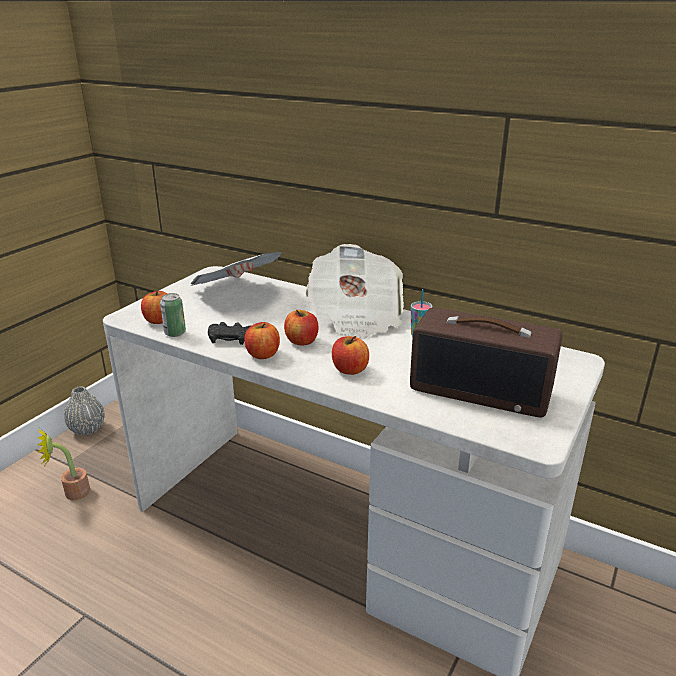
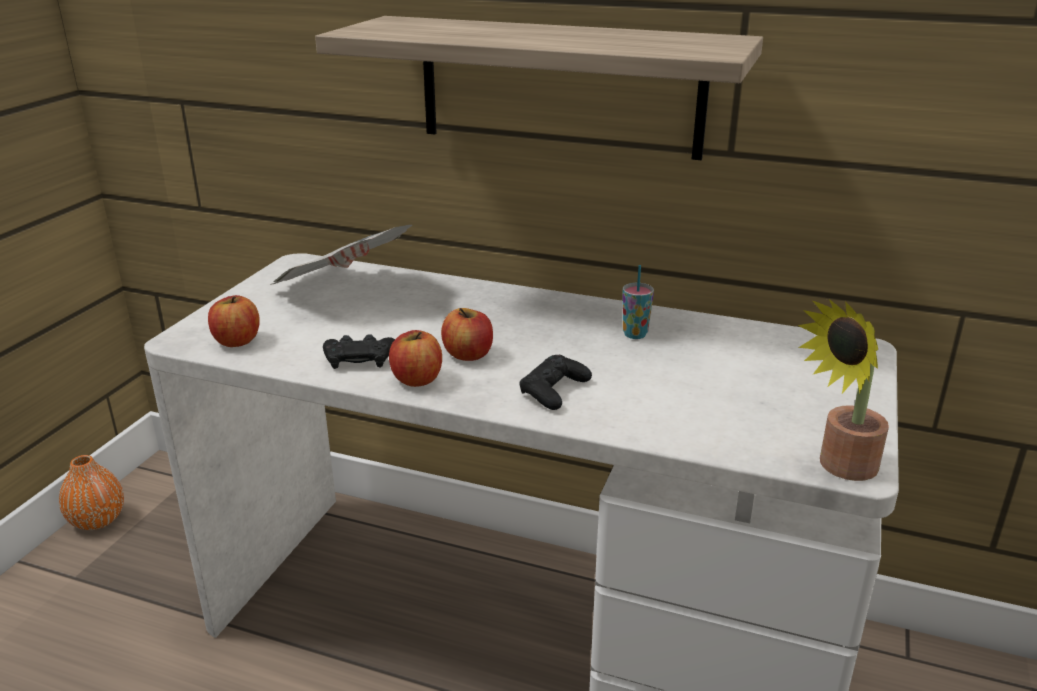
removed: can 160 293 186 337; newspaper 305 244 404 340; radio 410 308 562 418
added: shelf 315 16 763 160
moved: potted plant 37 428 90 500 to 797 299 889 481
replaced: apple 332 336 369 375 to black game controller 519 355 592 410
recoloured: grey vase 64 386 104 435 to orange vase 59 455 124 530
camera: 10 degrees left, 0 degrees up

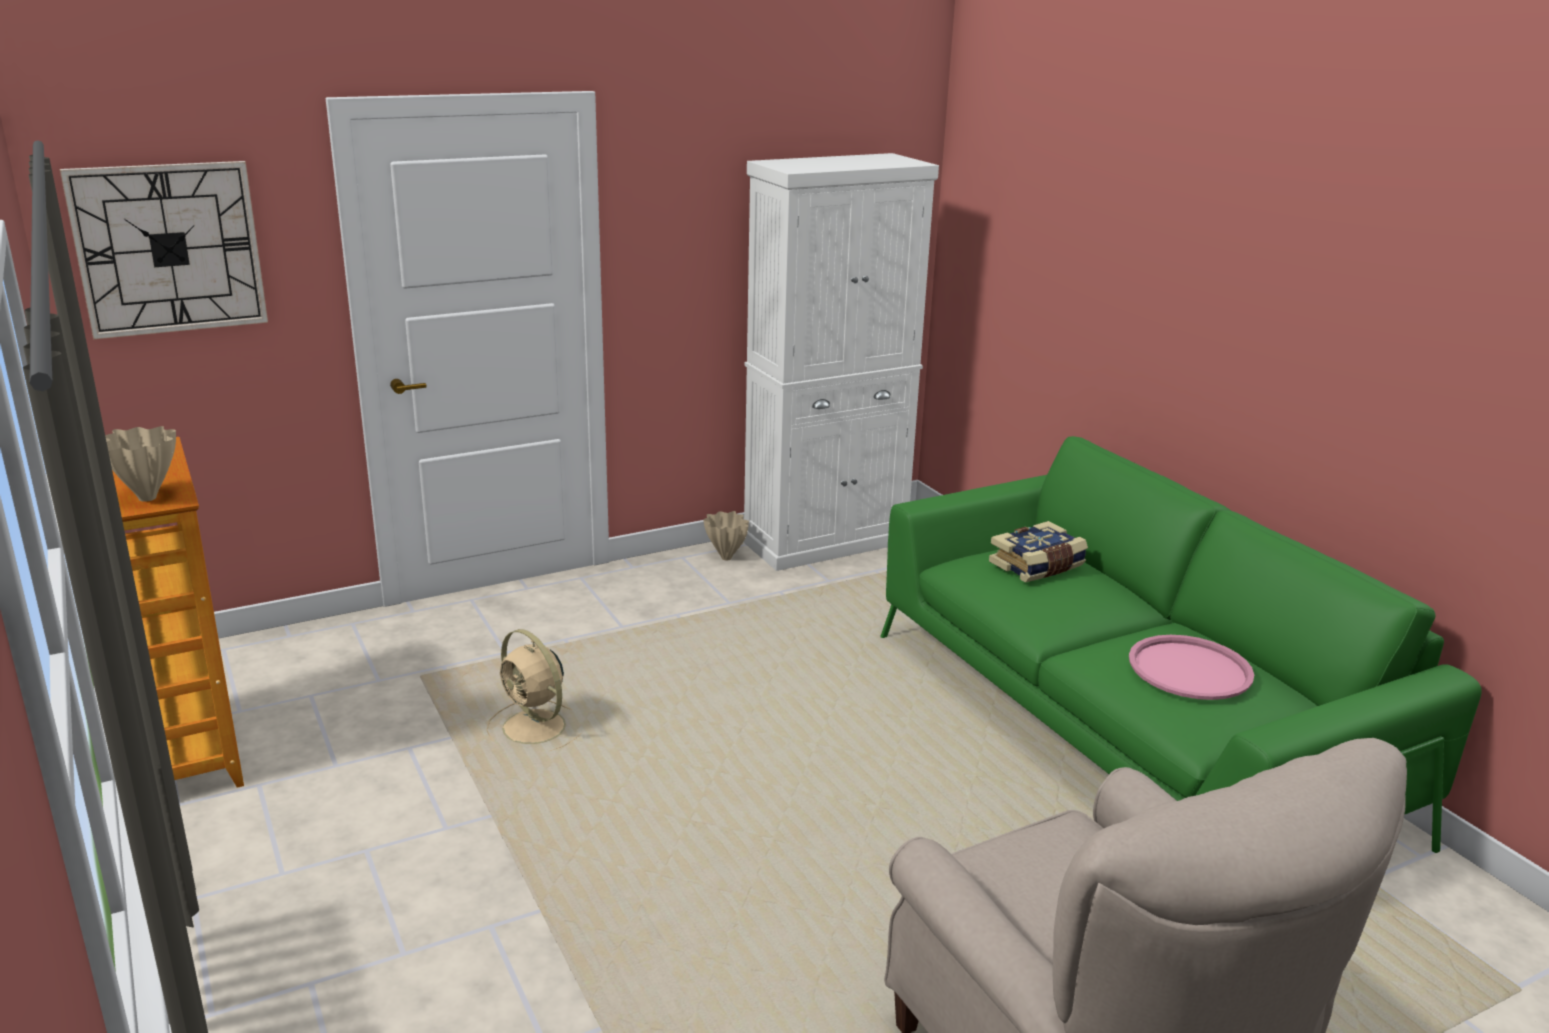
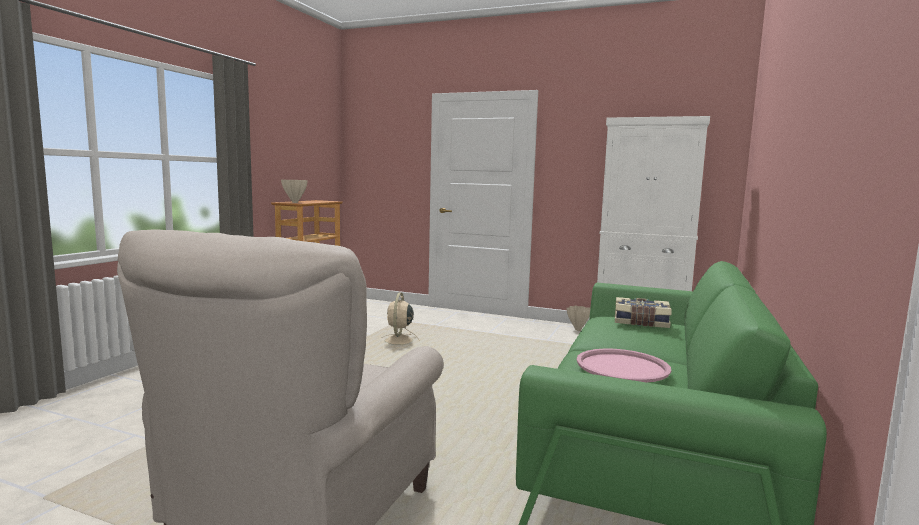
removed: wall clock 60 161 268 339
camera: 50 degrees right, 15 degrees down

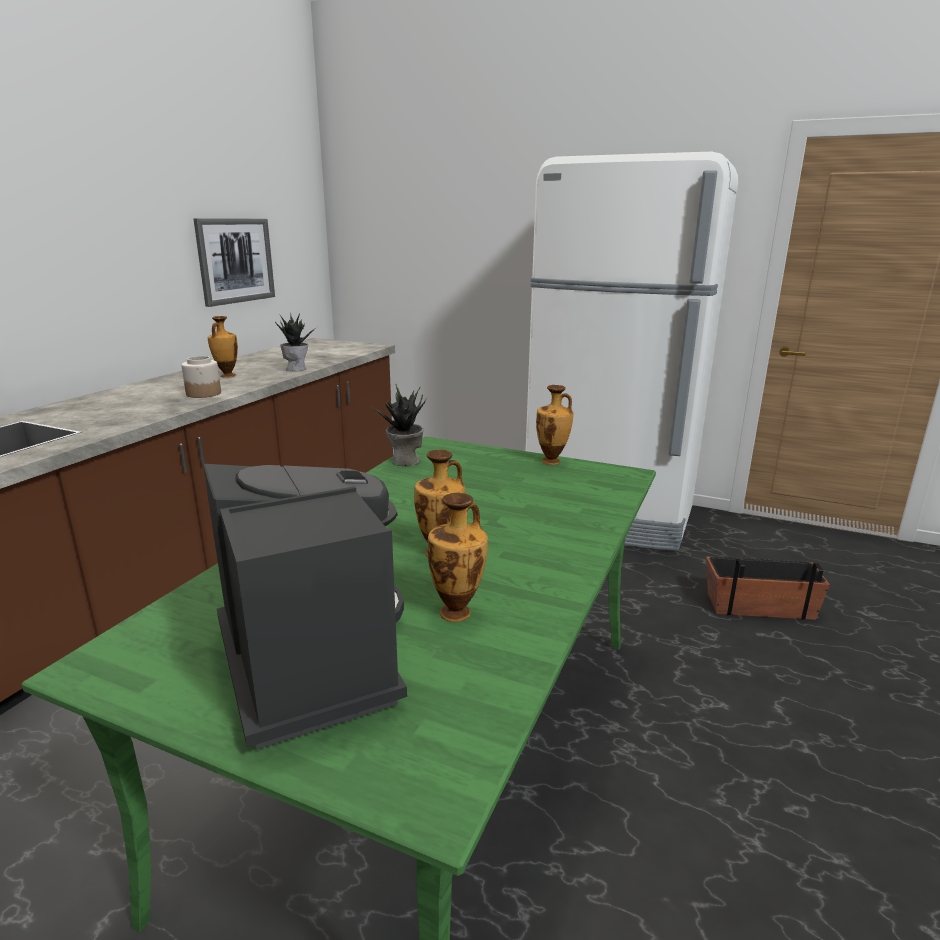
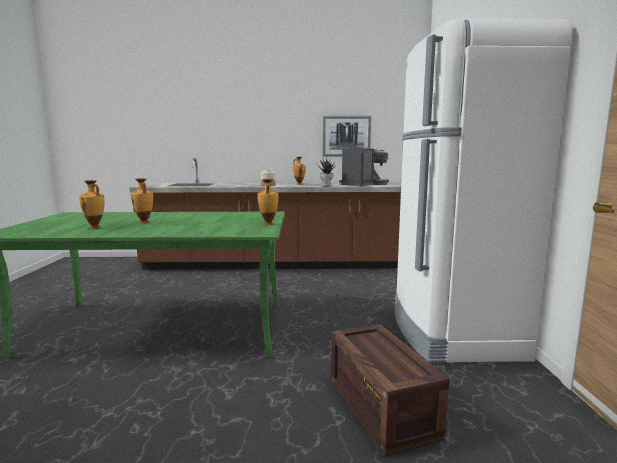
removed: potted plant 370 384 426 466
moved: coffee machine 204 464 407 750 to 339 147 390 186
replaced: planter 706 556 830 620 to crate 331 324 449 456
camera: 65 degrees right, 10 degrees down

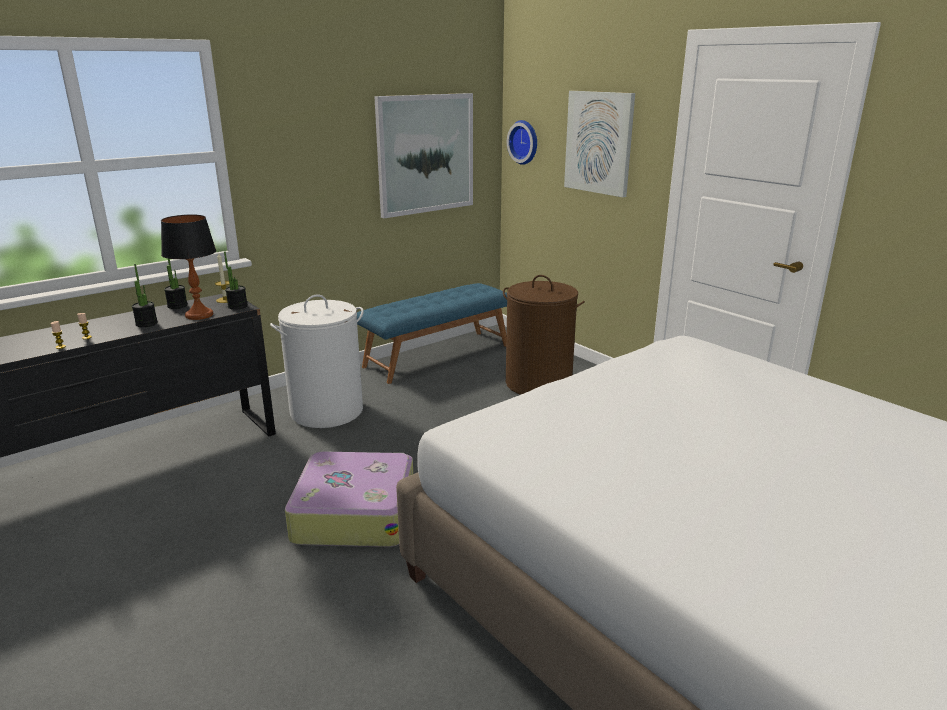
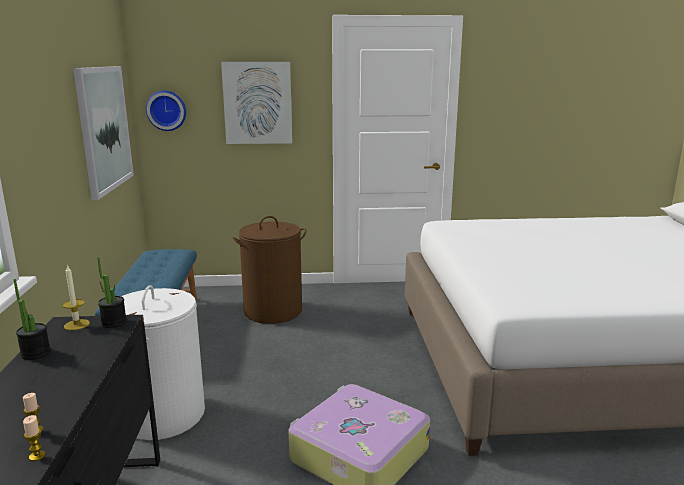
removed: potted plant 132 264 158 327; table lamp 161 214 216 320
camera: 55 degrees left, 5 degrees down

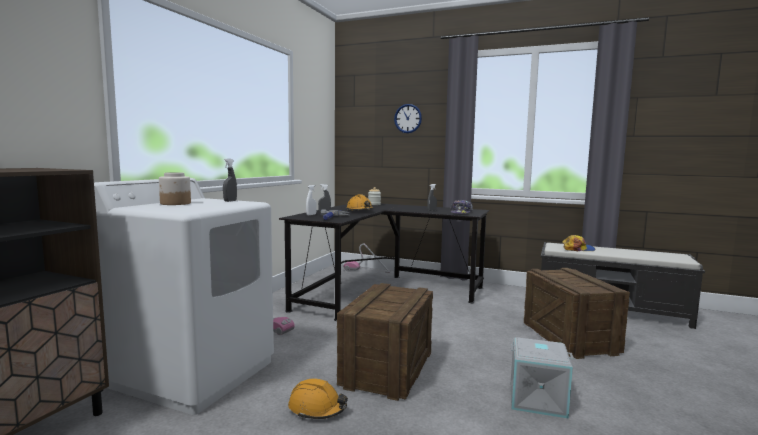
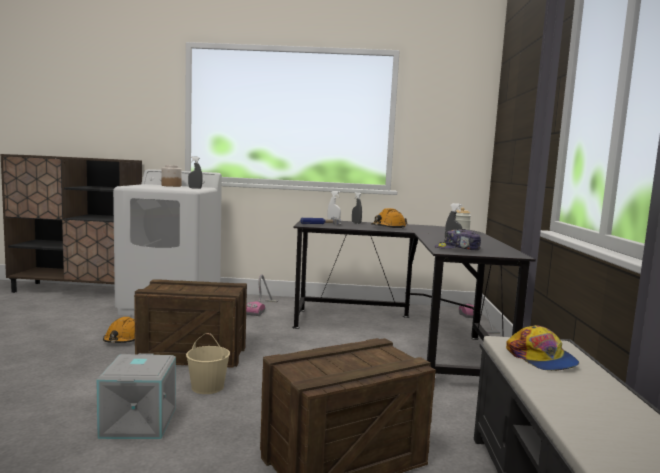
removed: wall clock 394 104 422 133
added: beige bucket 186 333 230 394
camera: 70 degrees right, 0 degrees up

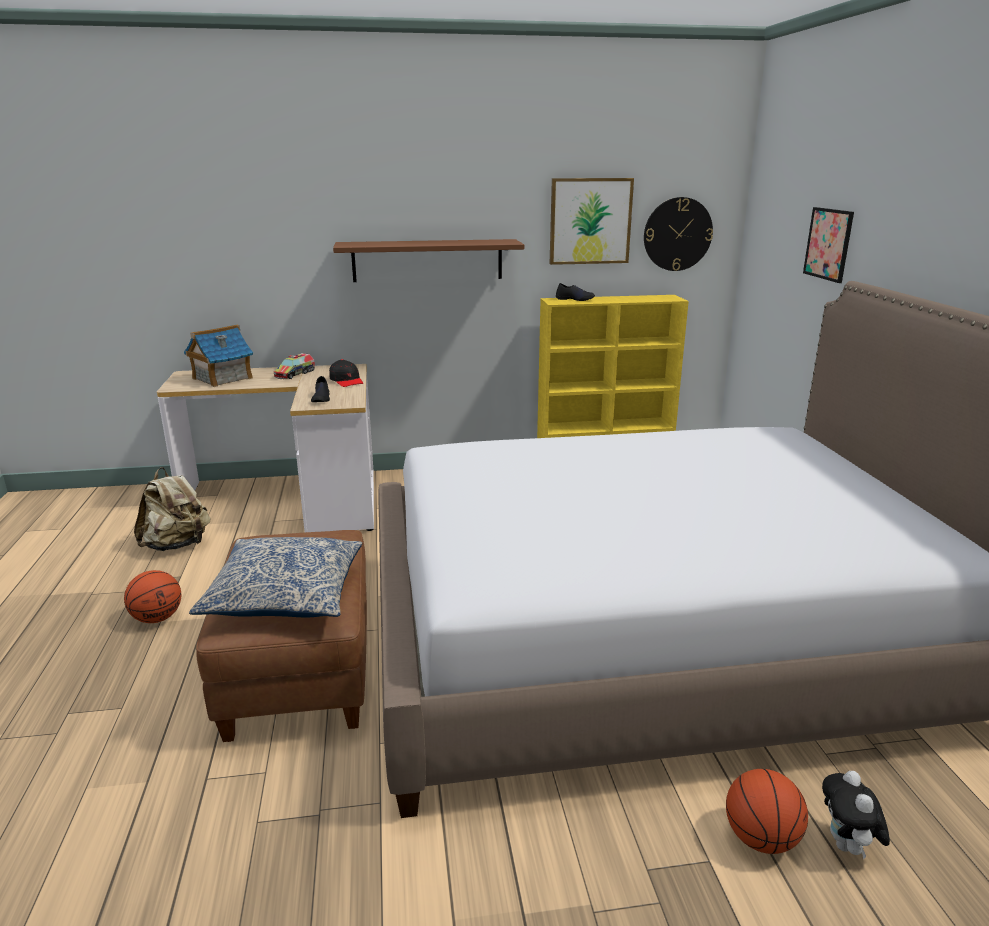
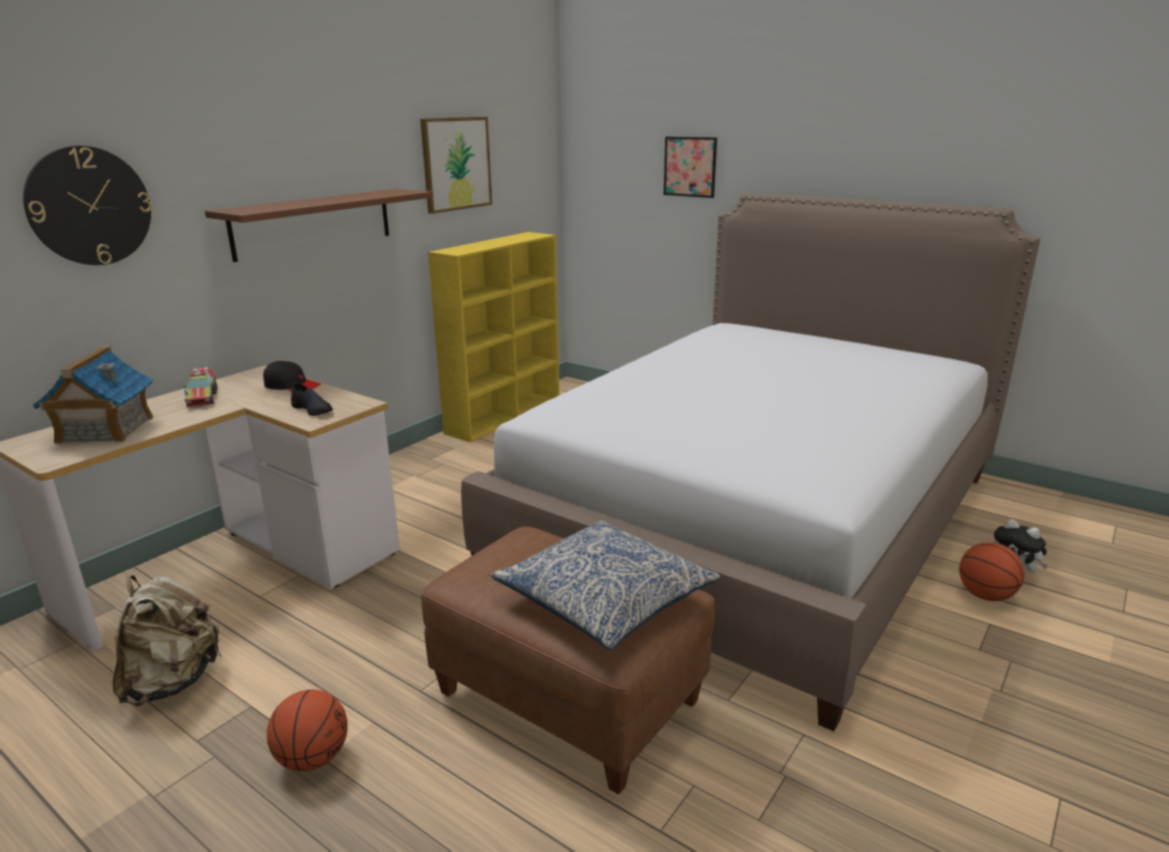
removed: black shoe 556 283 595 301
moved: wall clock 644 197 713 271 to 23 146 152 265
camera: 45 degrees left, 0 degrees up

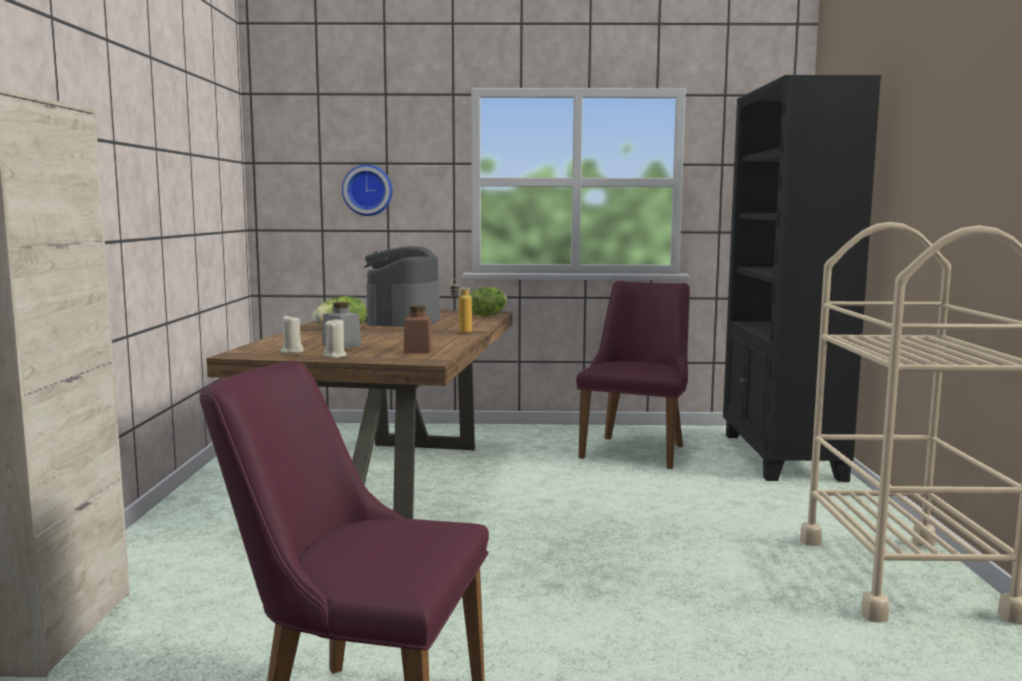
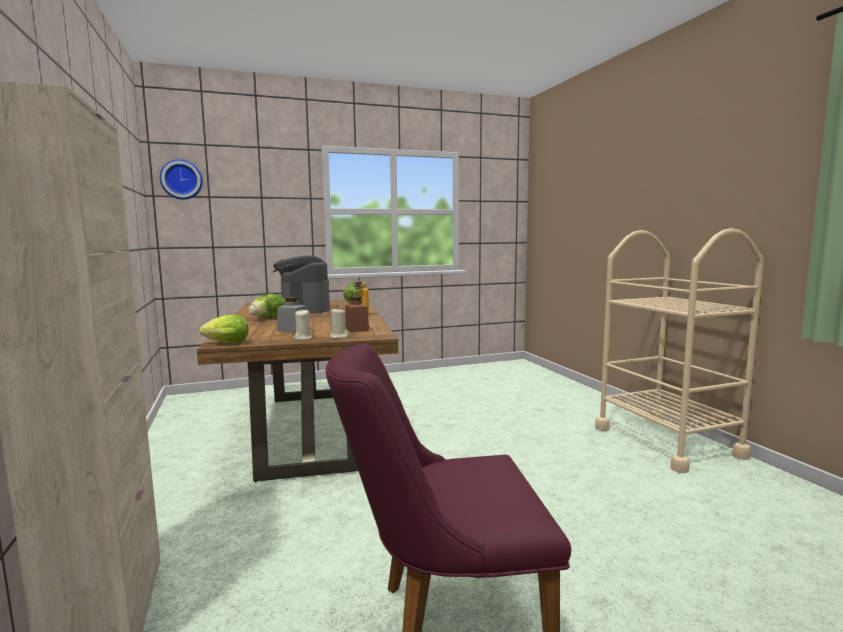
removed: purple chair 576 281 690 469; black bookcase 723 75 881 482
added: lettuce 200 315 248 343
moved: beige candle 280 314 304 354 to 330 309 348 339; wall clock 342 165 392 216 to 160 159 203 200
camera: 20 degrees left, 0 degrees up

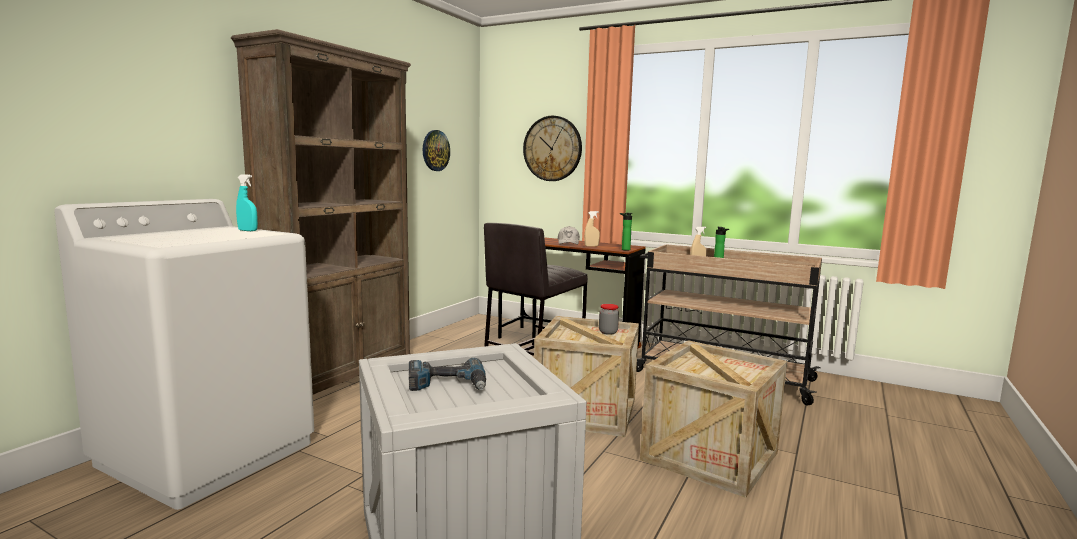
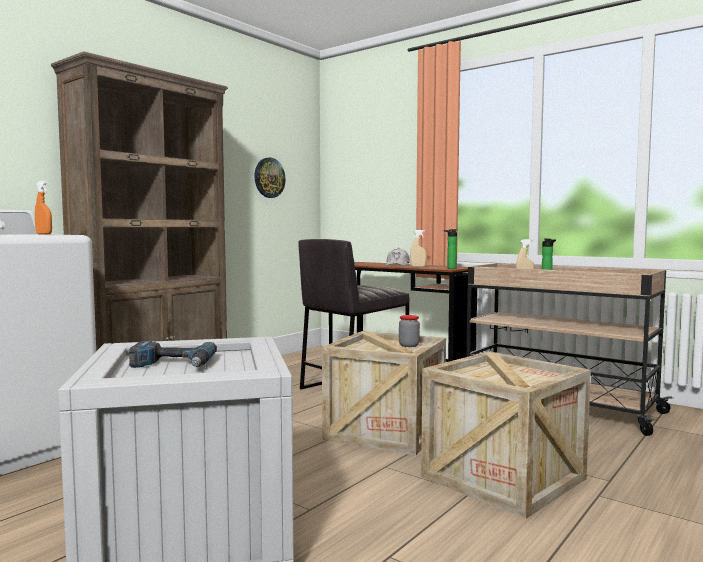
removed: wall clock 523 116 582 181
recoloured: turquoise spray bottle 236 175 258 231 to orange spray bottle 35 181 52 234
camera: 10 degrees right, 5 degrees down

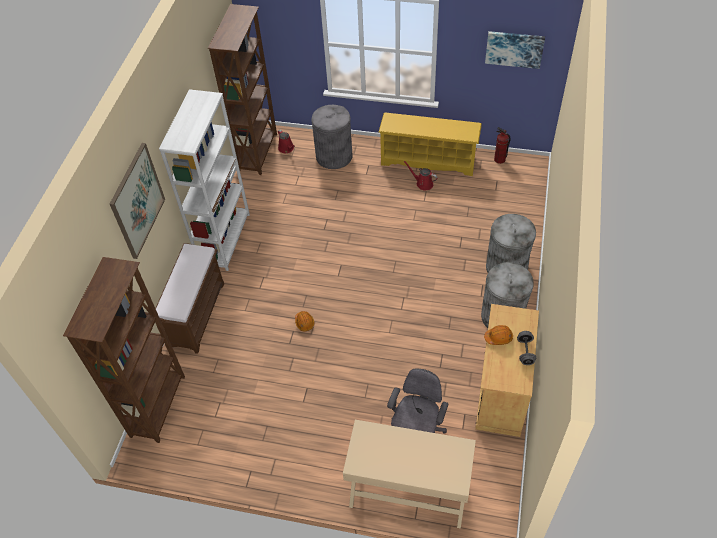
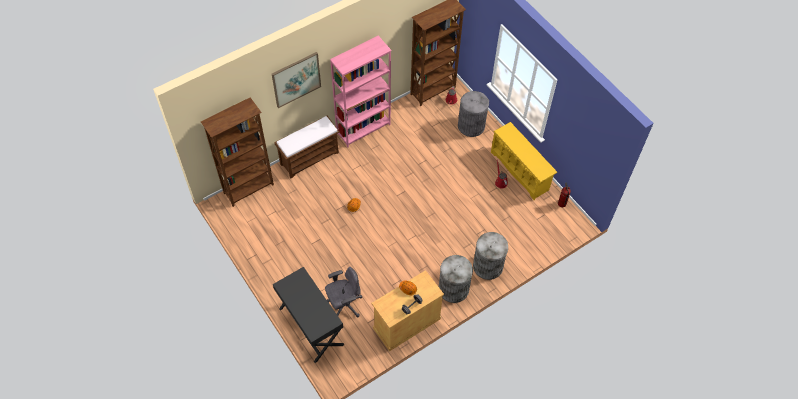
removed: picture 485 31 545 69
recoloured: white bookcase 159 89 250 271 to pink bookcase 330 36 391 147; beige desk 343 420 476 529 to black desk 273 267 344 363
camera: 40 degrees right, 5 degrees up

